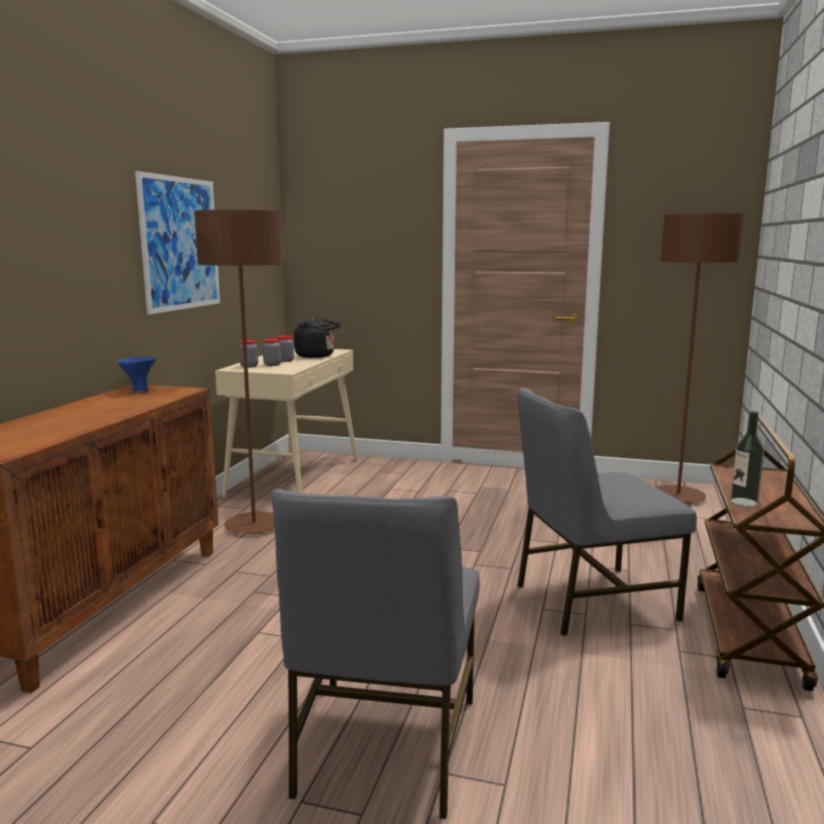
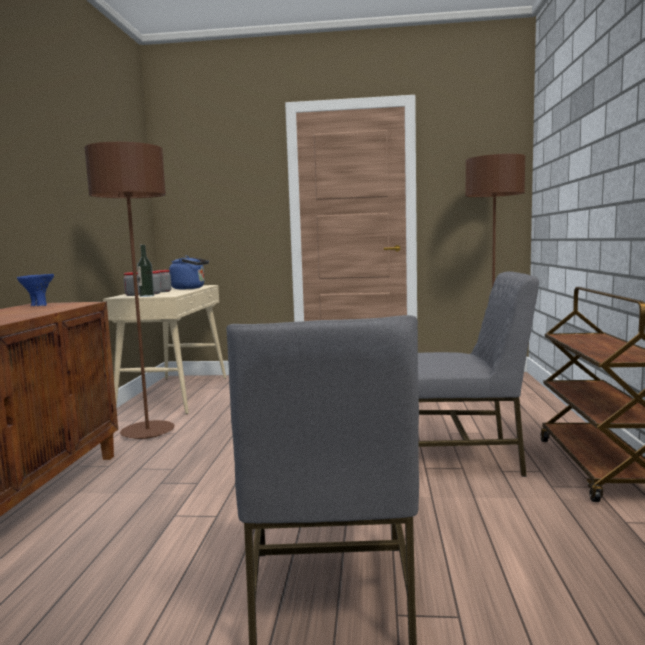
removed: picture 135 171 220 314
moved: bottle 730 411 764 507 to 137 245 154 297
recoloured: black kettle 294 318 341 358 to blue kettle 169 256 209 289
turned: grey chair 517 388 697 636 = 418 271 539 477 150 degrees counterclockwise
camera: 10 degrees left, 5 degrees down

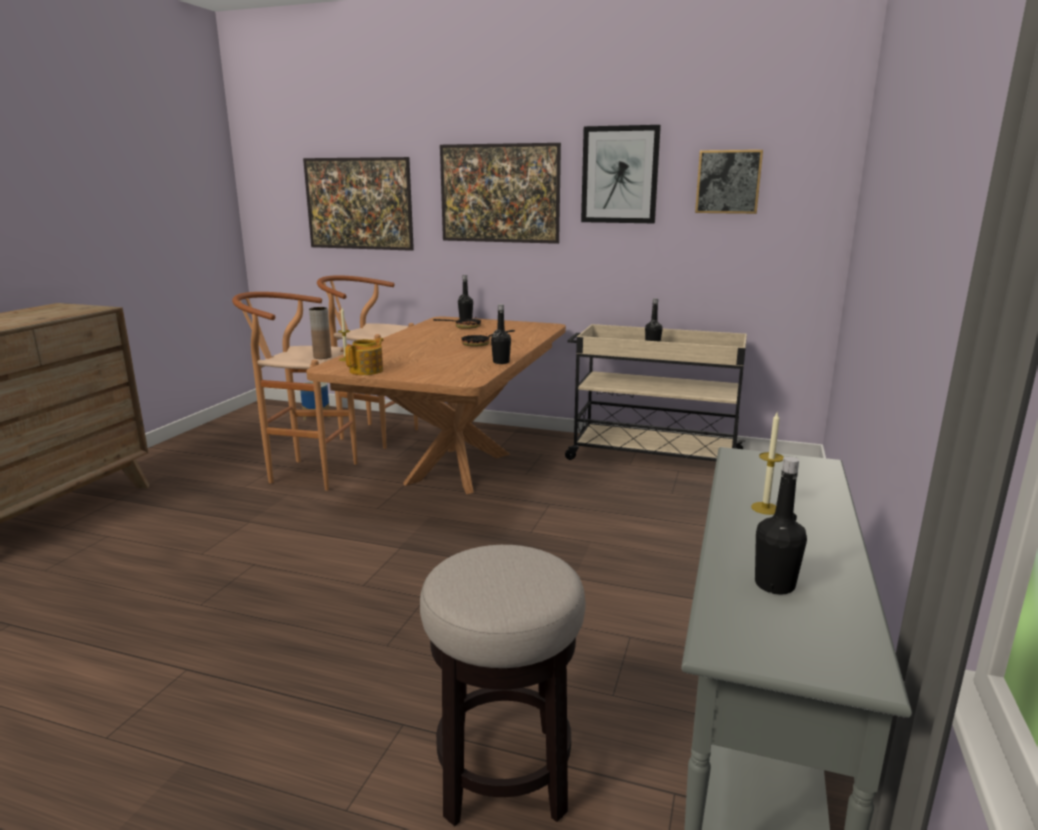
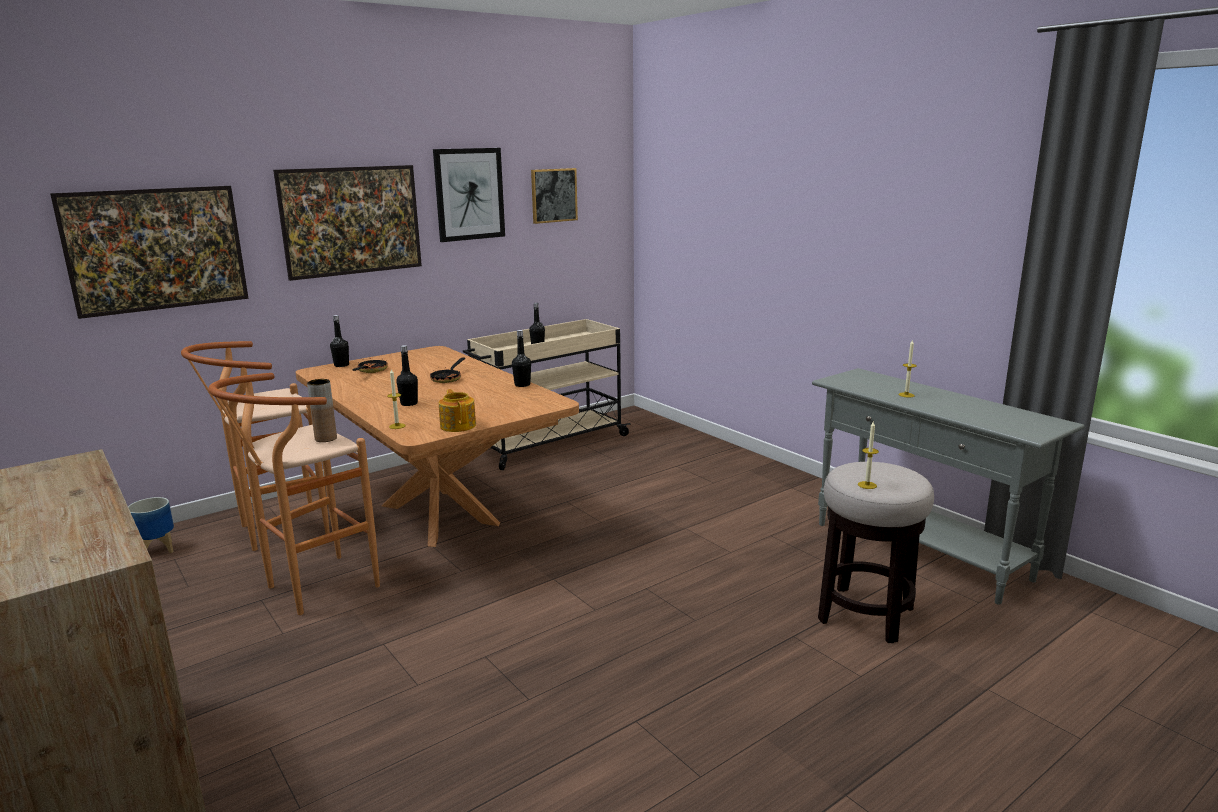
added: candle 858 422 879 489
moved: black bottle 755 456 807 595 to 396 345 418 406
camera: 55 degrees left, 0 degrees up

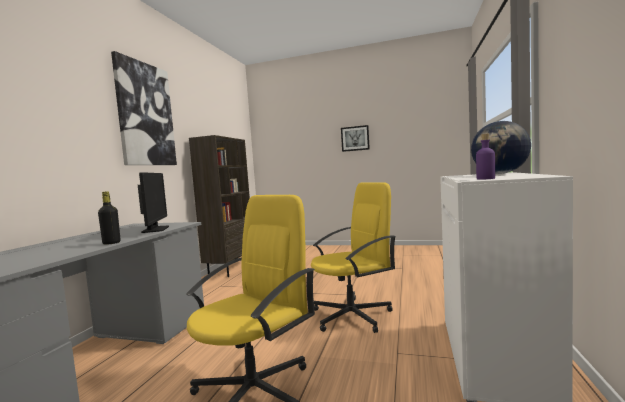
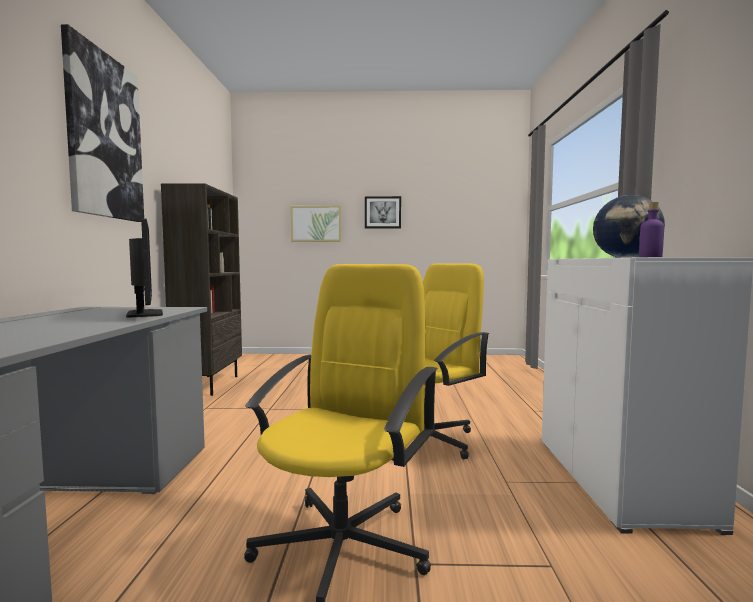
removed: black bottle 98 191 121 245
added: picture 290 205 341 242
camera: 15 degrees left, 0 degrees up

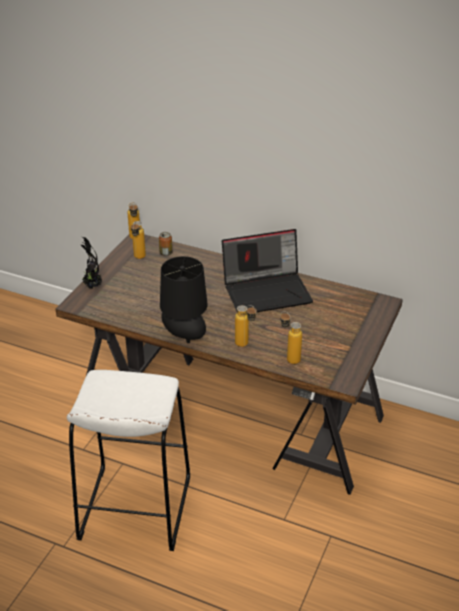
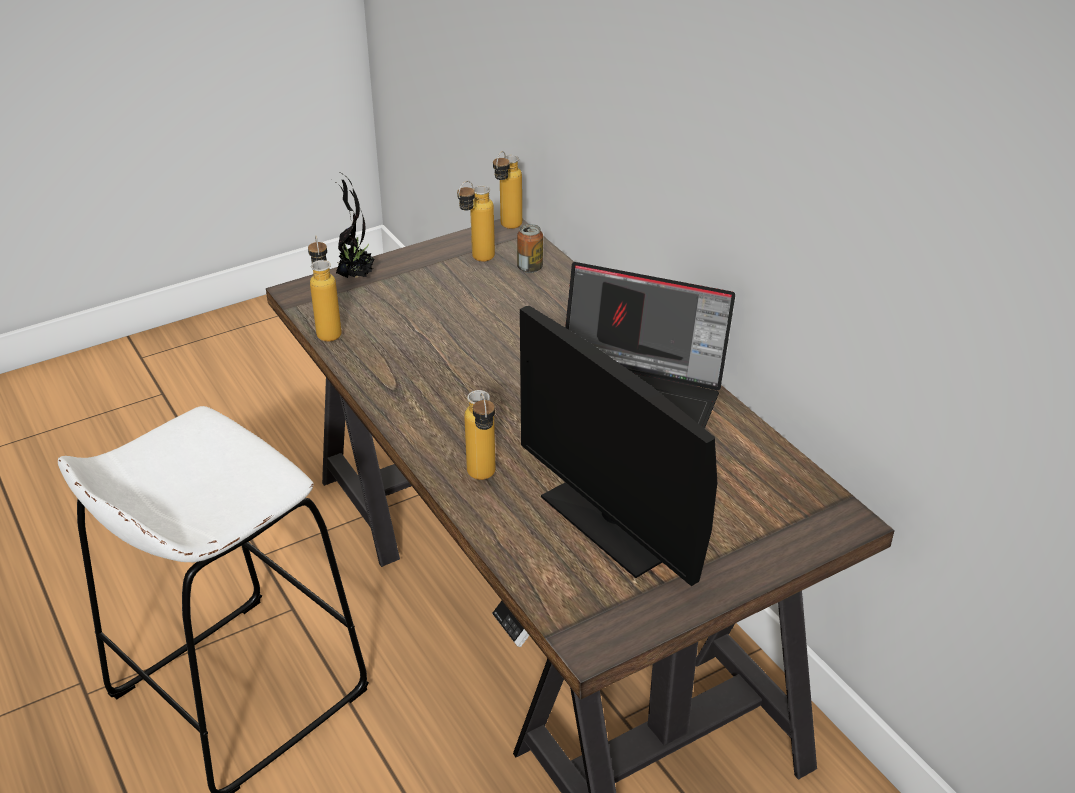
removed: black table lamp 160 256 208 343
added: monitor 520 306 717 586
moved: bottle 281 311 302 364 to 308 235 342 342
camera: 35 degrees right, 0 degrees up

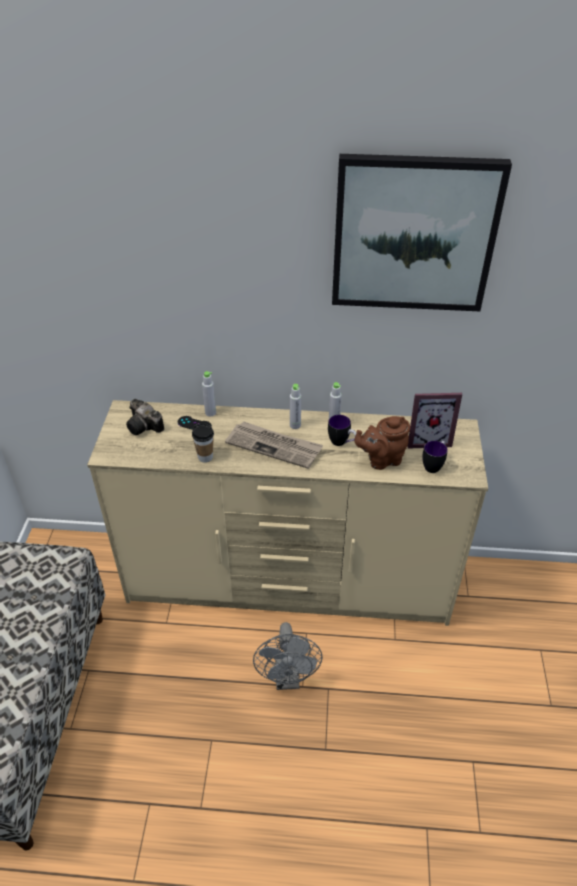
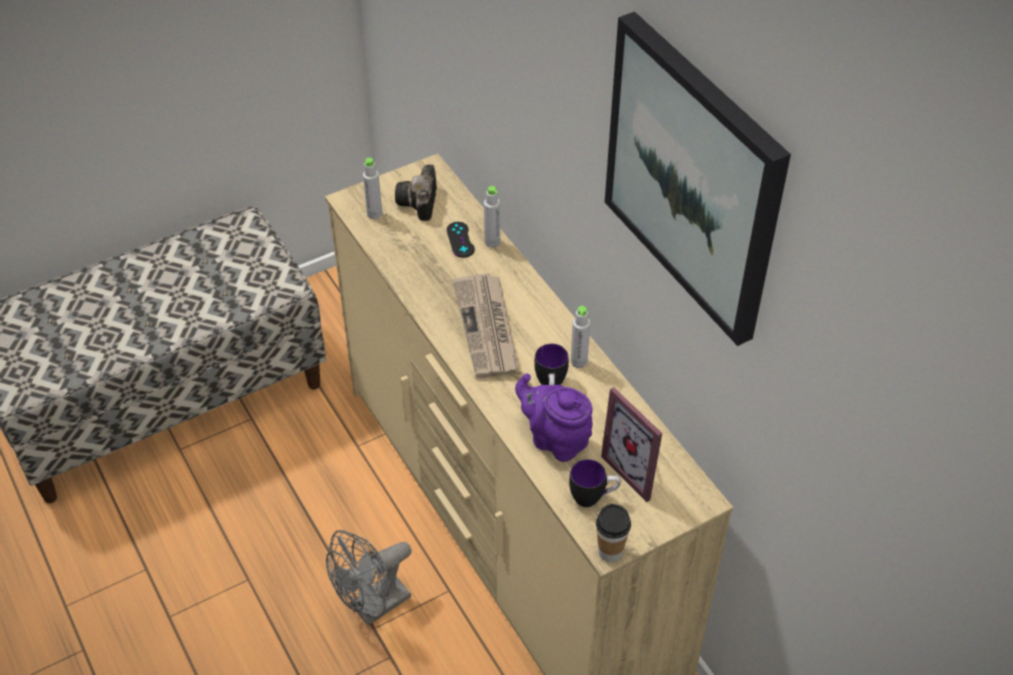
moved: cup 192 423 214 463 to 596 504 631 562; grey bottle 290 384 301 429 to 363 158 382 219
recoloured: brown teapot 355 416 410 470 to purple teapot 515 374 593 462
camera: 55 degrees right, 5 degrees up

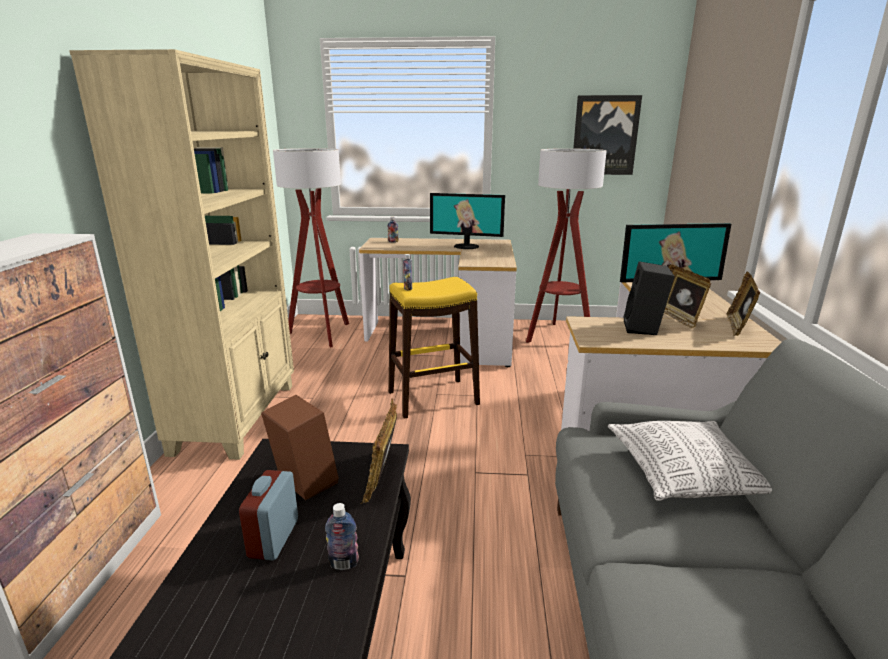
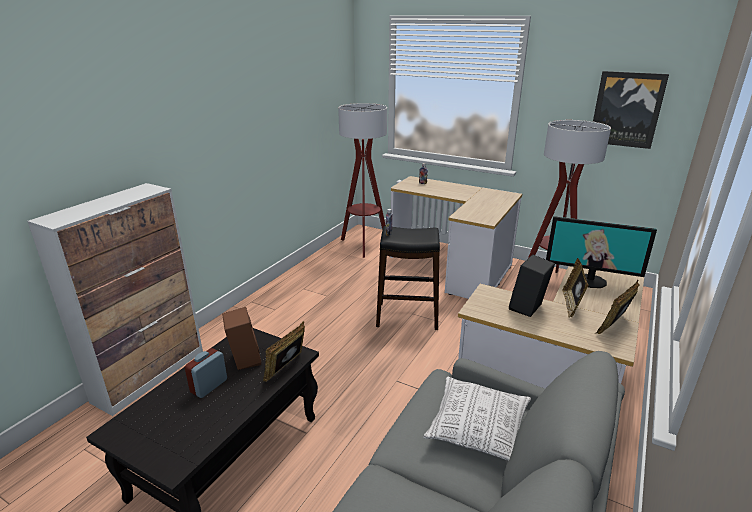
removed: beige bookcase 69 49 294 460; bottle 325 503 359 570; monitor 430 193 505 249
recoloured: yellow stool 389 277 480 419 to black stool 376 226 440 330
camera: 25 degrees right, 5 degrees up

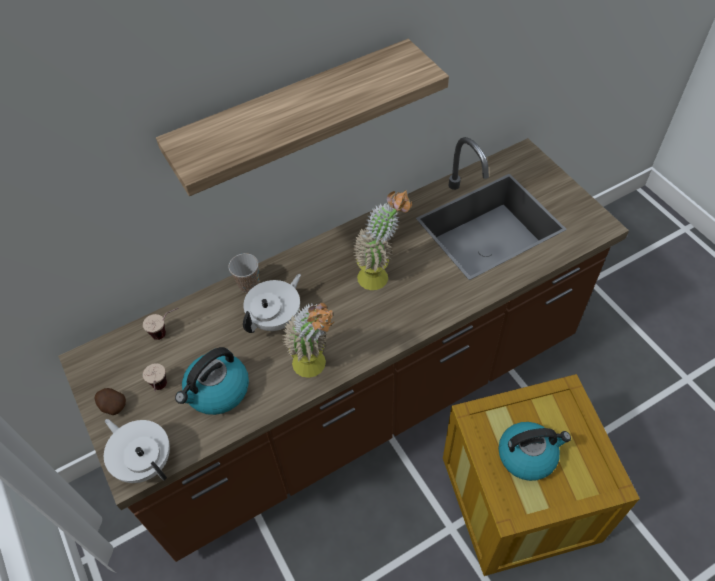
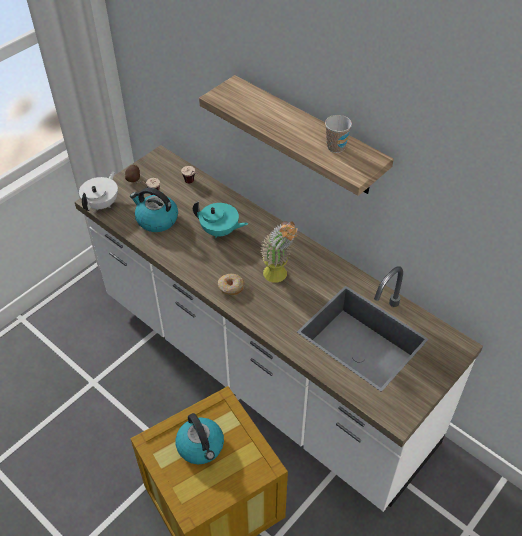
removed: potted plant 283 303 335 378
added: donut 218 274 245 295
moved: cup 228 253 259 293 to 325 115 352 153
recoloured: brown counter 58 137 629 562 to white counter 75 145 483 512; white teapot 243 274 301 333 to turquoise teapot 193 201 248 238
camera: 70 degrees right, 5 degrees down

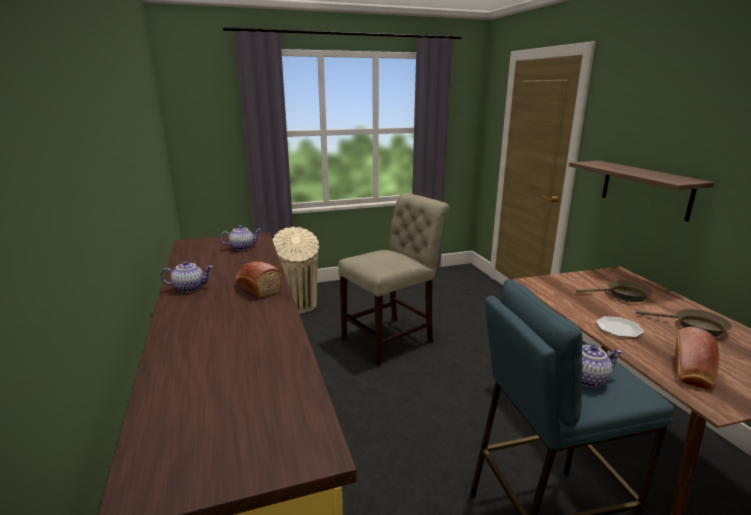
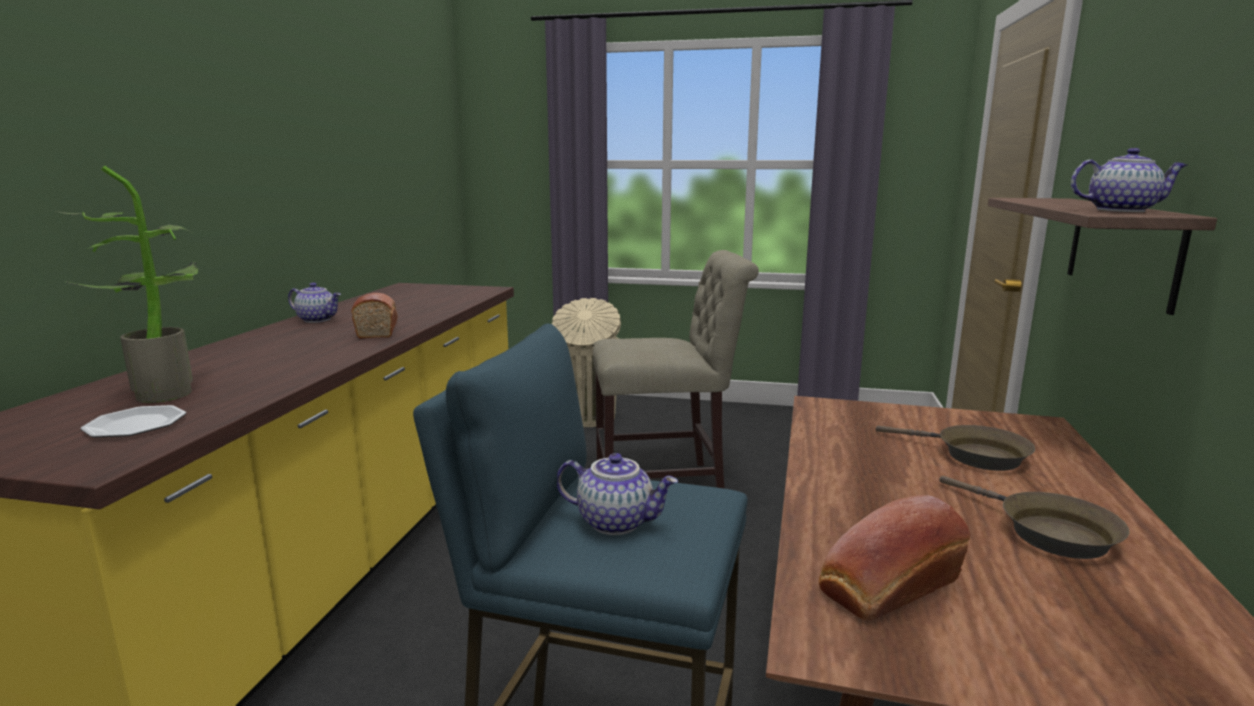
added: potted plant 57 165 198 403
moved: teapot 220 225 261 250 to 1071 148 1188 212; plate 596 316 644 338 to 80 405 186 438
camera: 30 degrees right, 5 degrees down

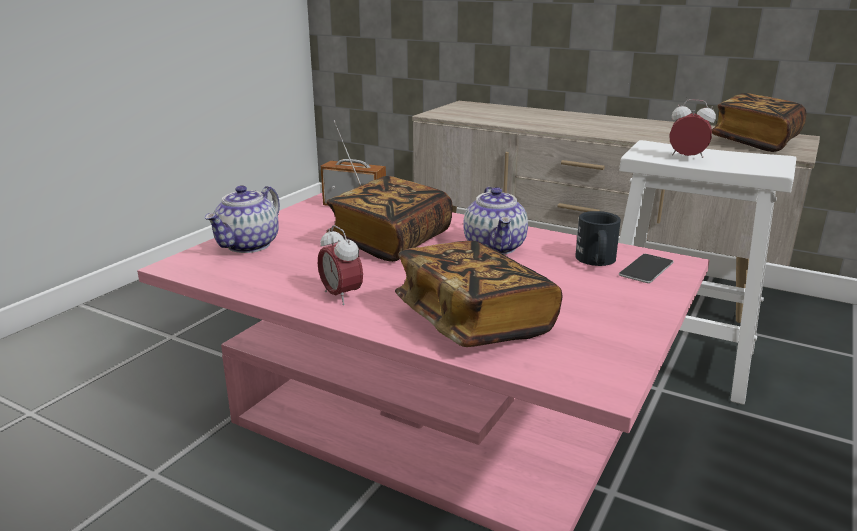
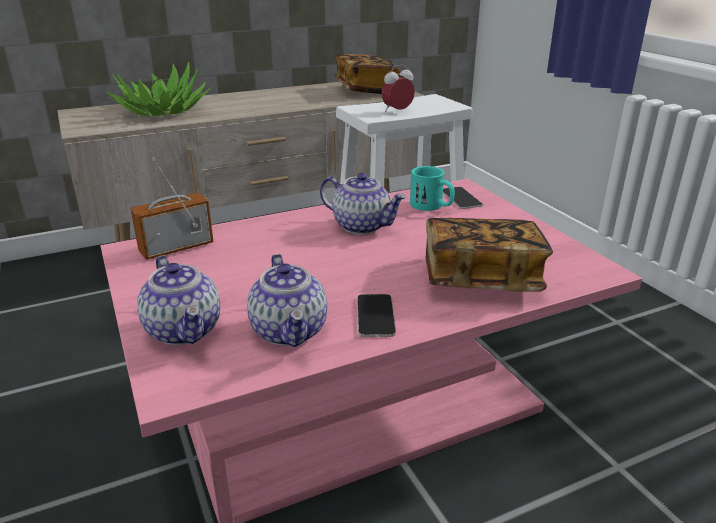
removed: book 326 176 452 262
added: potted plant 106 62 211 117; teapot 247 254 327 347
replaced: alarm clock 318 225 363 305 to phone 357 294 396 337
recoloured: black mug 575 211 621 266 to turquoise mug 410 166 455 211
camera: 55 degrees left, 5 degrees up

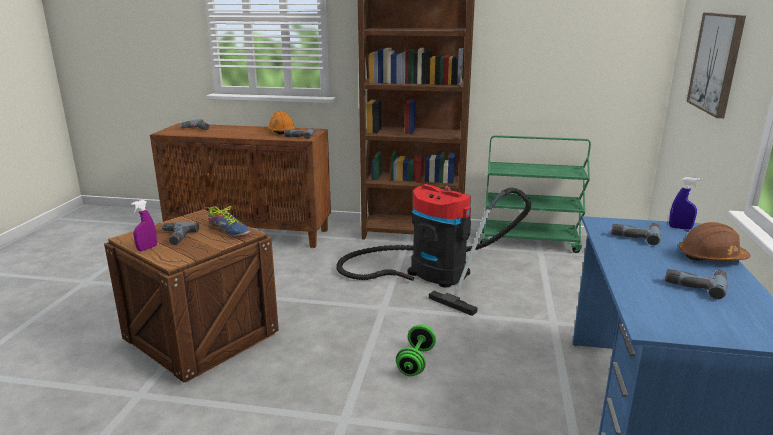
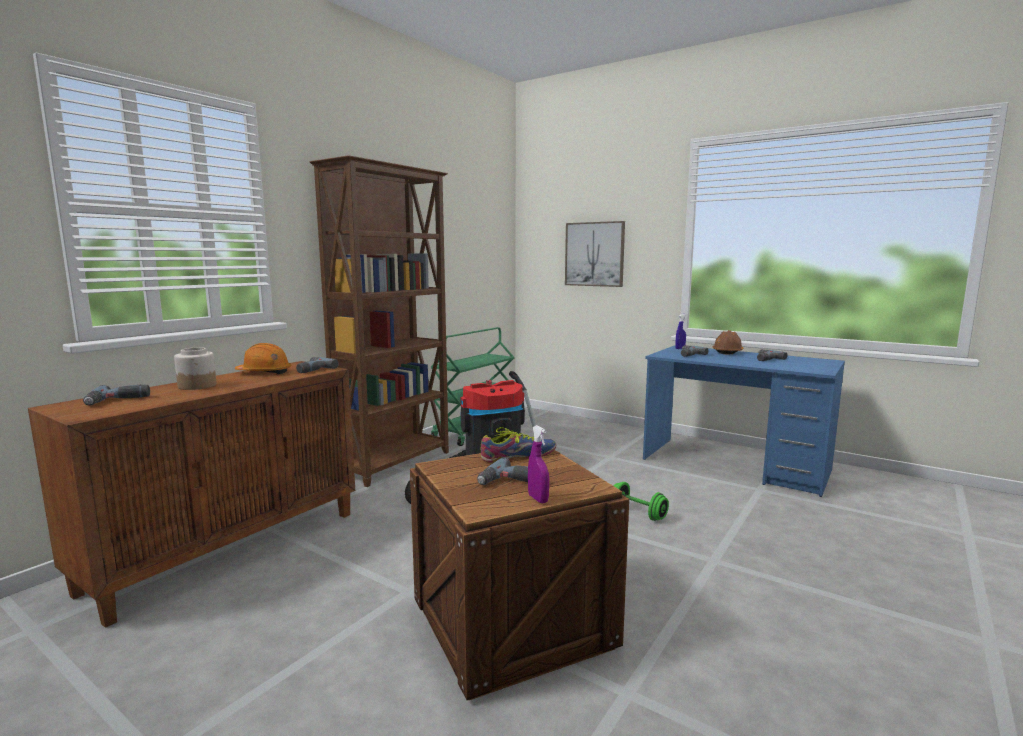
added: jar 174 347 216 390
camera: 65 degrees left, 10 degrees down

